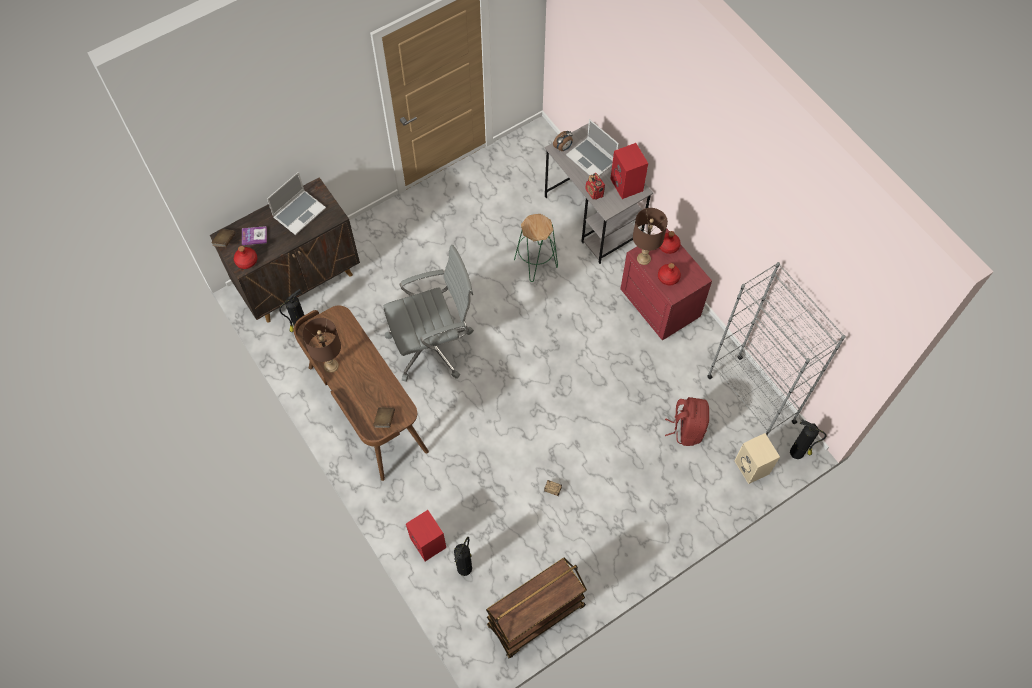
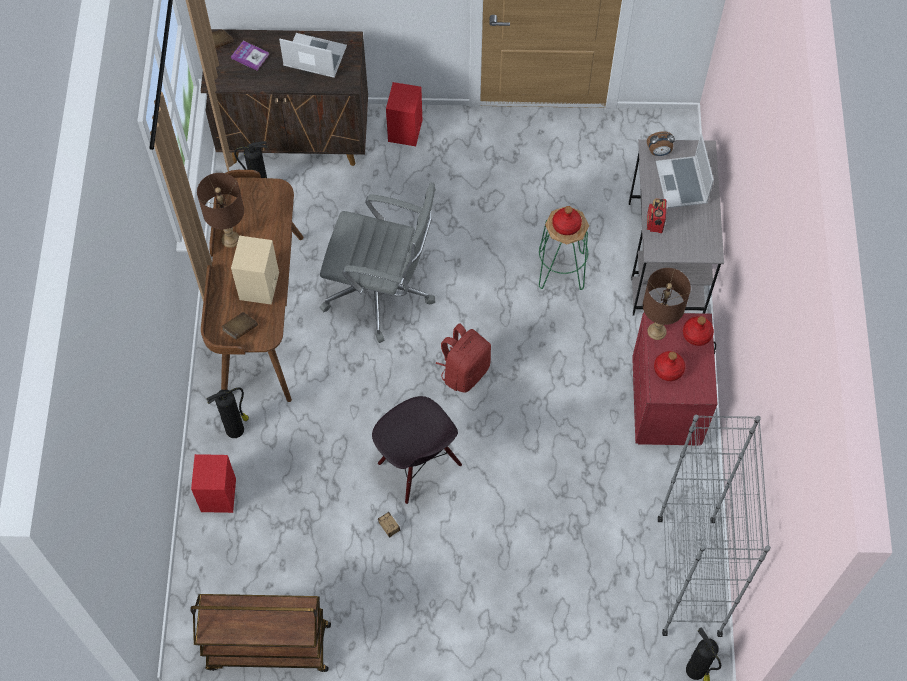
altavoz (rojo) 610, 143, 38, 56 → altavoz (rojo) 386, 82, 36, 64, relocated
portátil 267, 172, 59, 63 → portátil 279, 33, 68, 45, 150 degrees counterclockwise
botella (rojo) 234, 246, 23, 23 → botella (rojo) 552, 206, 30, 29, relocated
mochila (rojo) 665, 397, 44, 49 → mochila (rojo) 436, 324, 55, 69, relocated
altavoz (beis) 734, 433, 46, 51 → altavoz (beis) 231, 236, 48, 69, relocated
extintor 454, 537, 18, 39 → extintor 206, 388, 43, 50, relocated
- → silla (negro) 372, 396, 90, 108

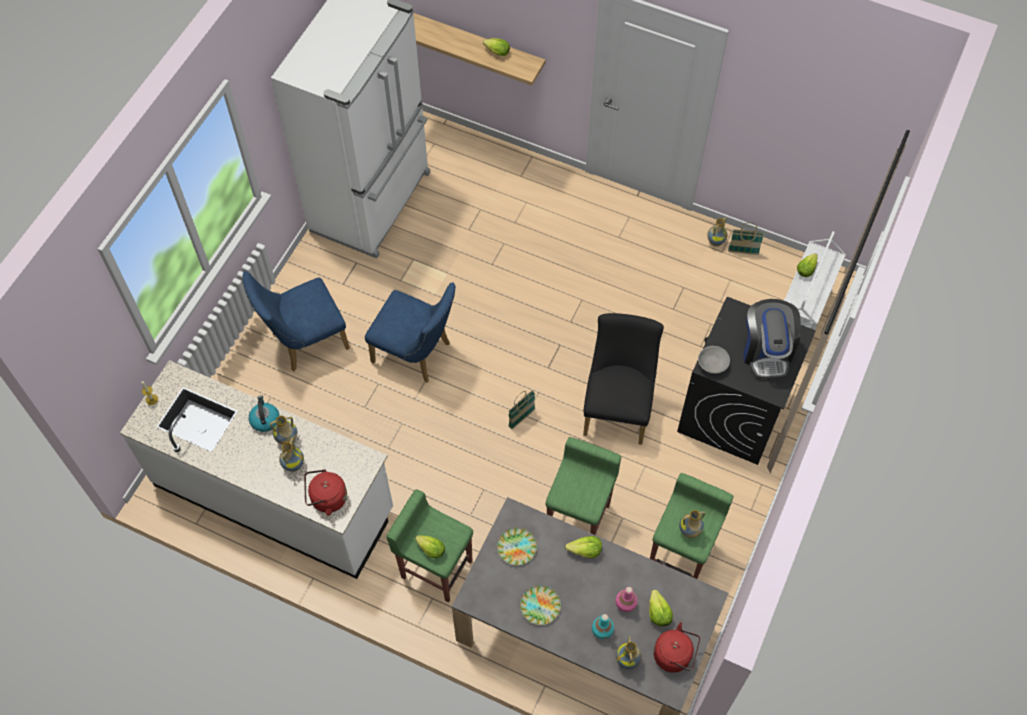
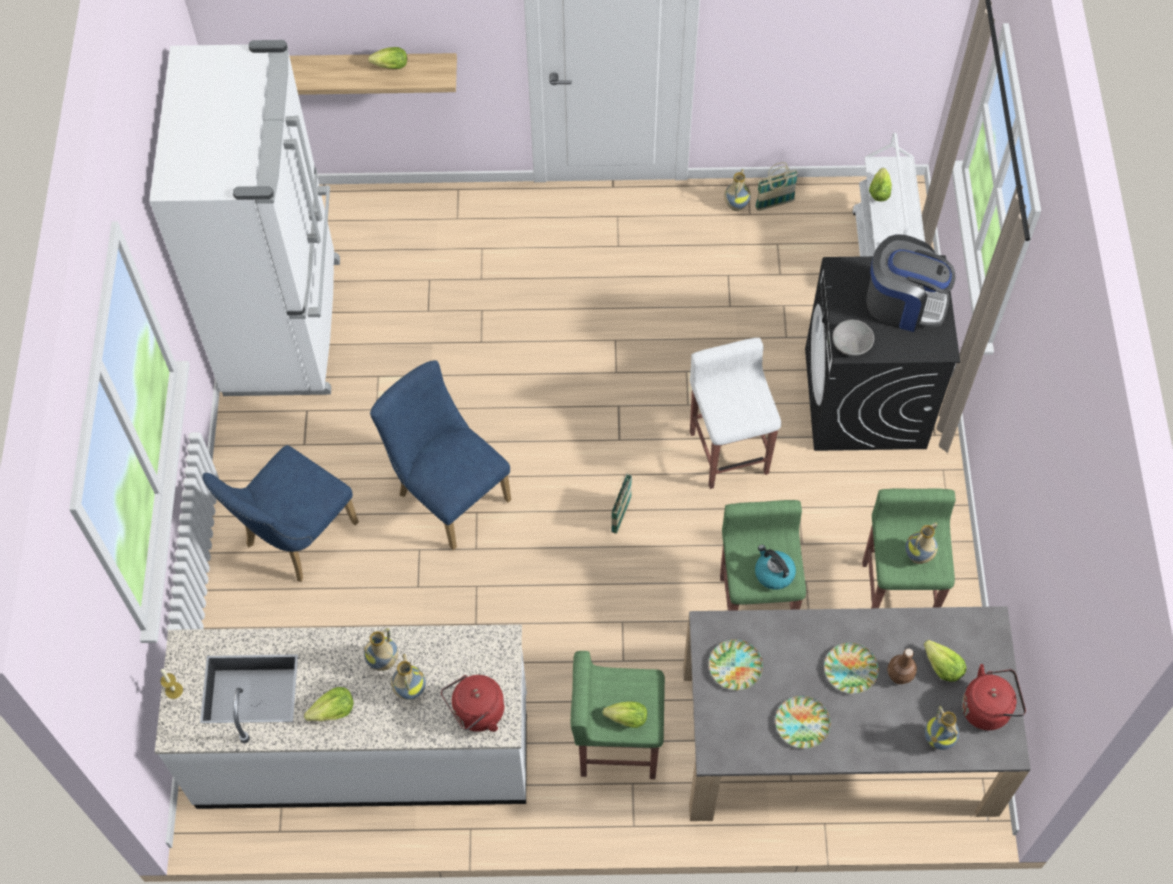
silla (azul) 365, 282, 91, 101 → silla (azul) 370, 360, 141, 190, 135 degrees counterclockwise
cafetera 743, 299, 58, 80 → cafetera 866, 234, 89, 98, 45 degrees counterclockwise
silla (negro) 583, 313, 81, 132 → taburete (blanco) 690, 338, 91, 151
hervidor 249, 395, 30, 37 → hervidor 755, 545, 41, 45, relocated
lechuga 565, 536, 37, 22 → lechuga 304, 687, 50, 34, relocated
botella (rosa) 616, 587, 21, 25 → botella (marrón) 887, 648, 30, 36
botella (turquesa) 592, 614, 22, 25 → -
- → plato 824, 643, 55, 51

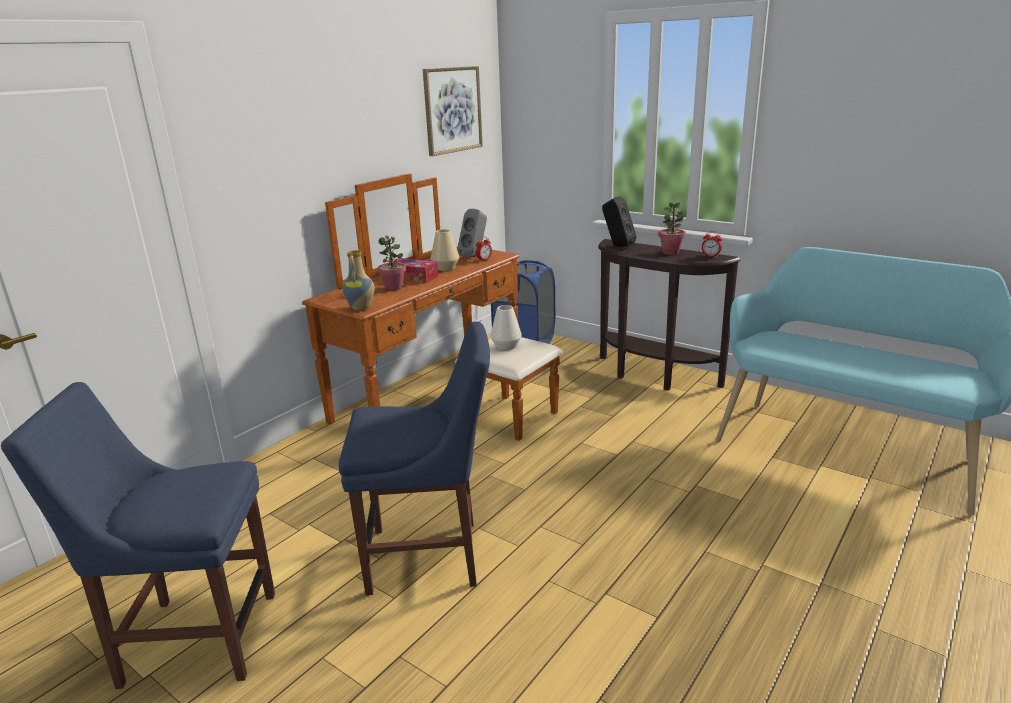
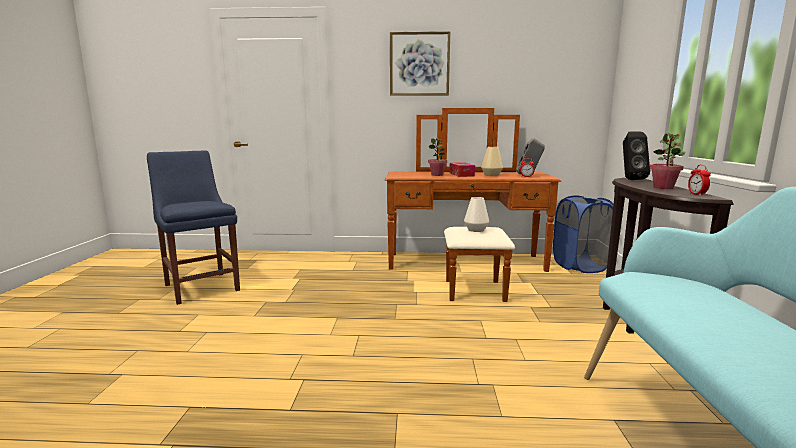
cuadro 423, 66, 60, 90 → cuadro 390, 31, 60, 65, relocated
florero 342, 250, 33, 60 → -
silla (azul) 339, 321, 151, 274 → -

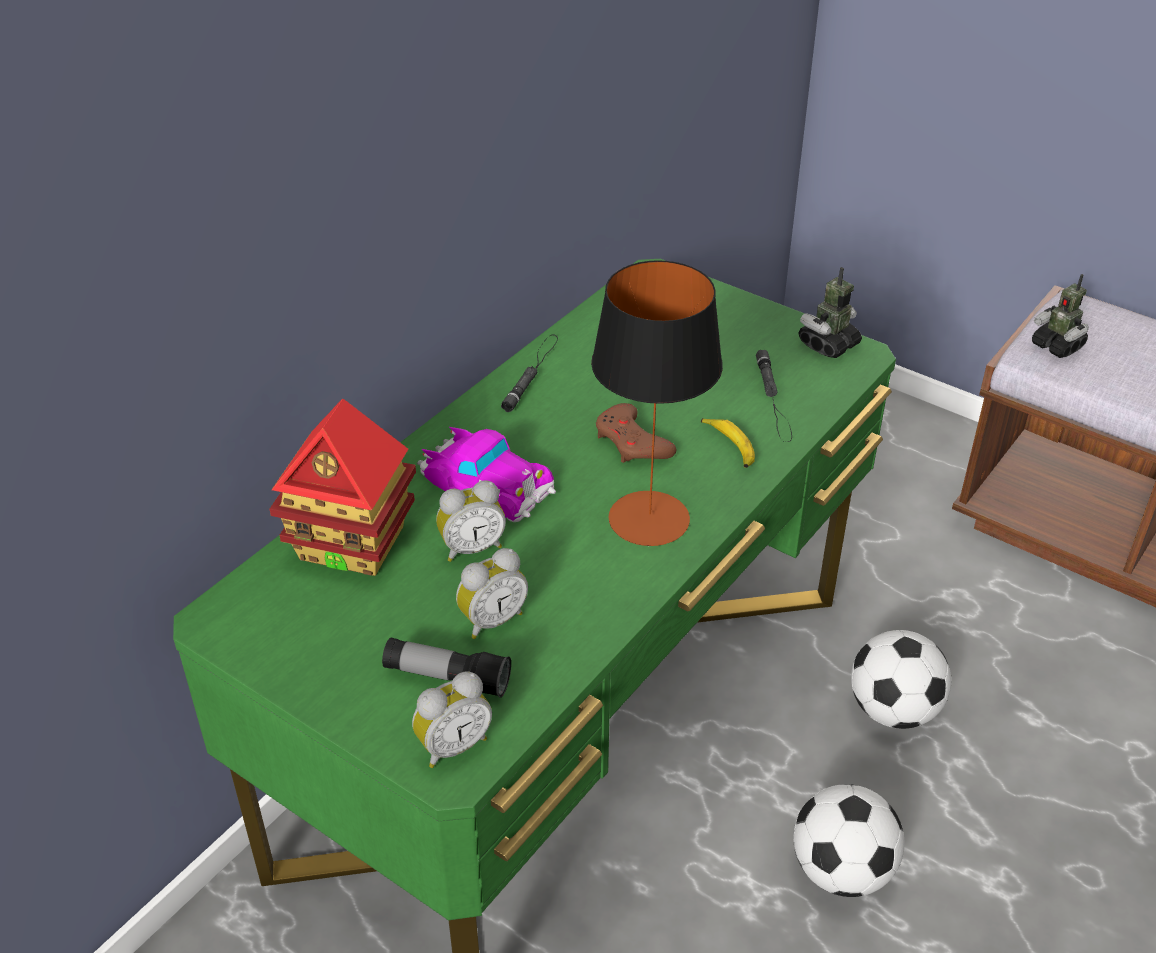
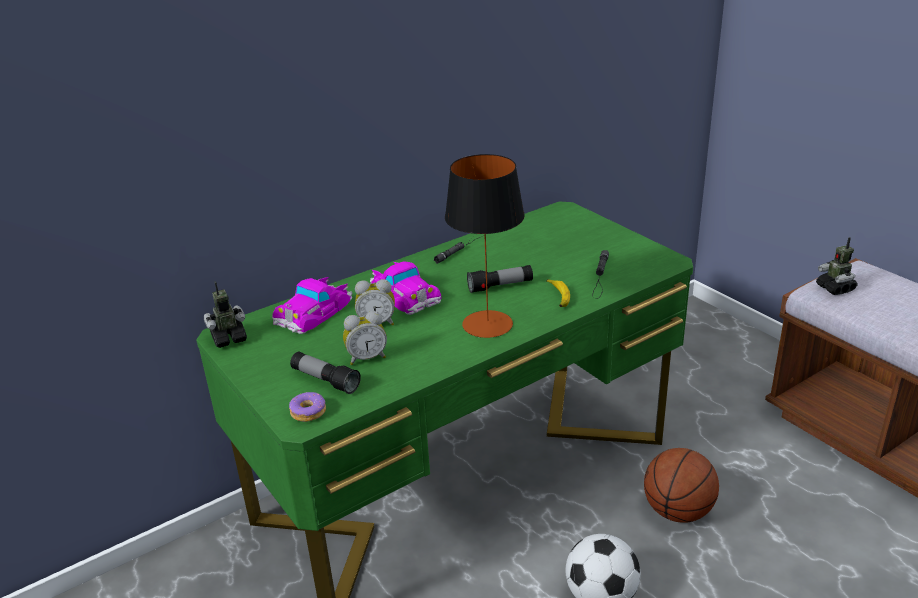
robot de juguete 799, 267, 63, 91 → robot de juguete 204, 281, 43, 67, relocated
casita 270, 399, 146, 177 → coche de juguete 272, 277, 80, 57
mando de consola (marrón) 596, 403, 80, 60 → linterna 467, 265, 66, 28
balón de fútbol 851, 630, 100, 99 → balón de baloncesto 644, 448, 75, 75
despertador 412, 671, 80, 97 → rosquilla 289, 392, 37, 30

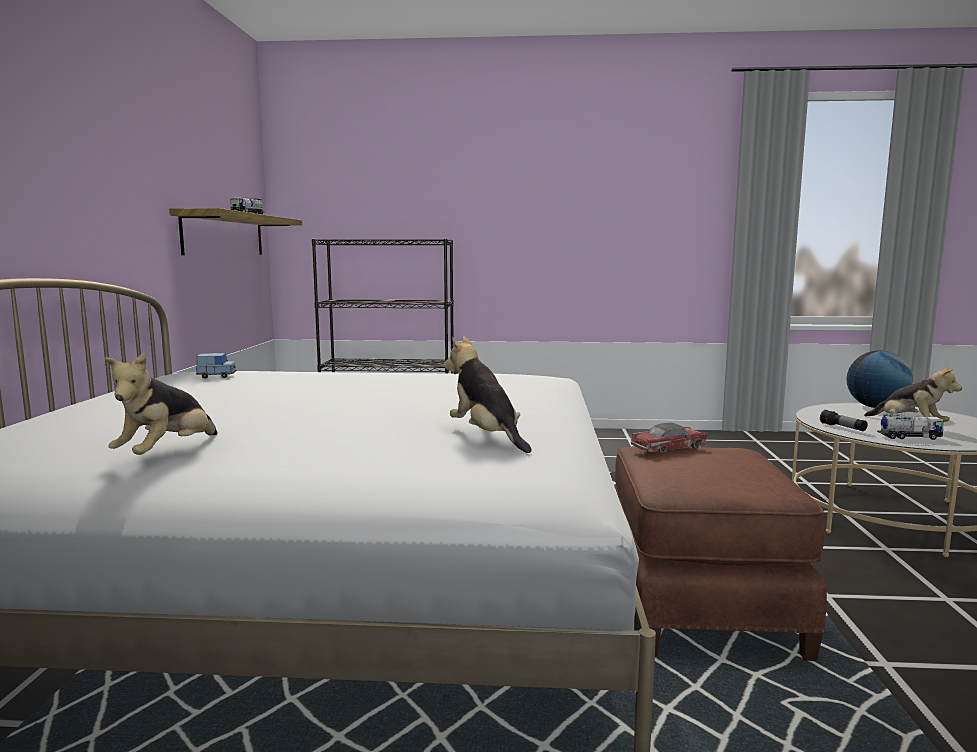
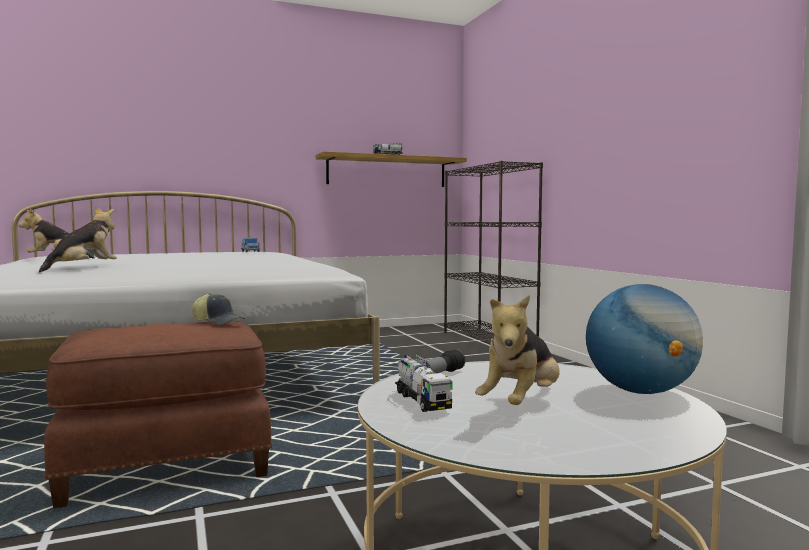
coche de juguete 631, 422, 77, 31 → gorra 192, 293, 53, 32

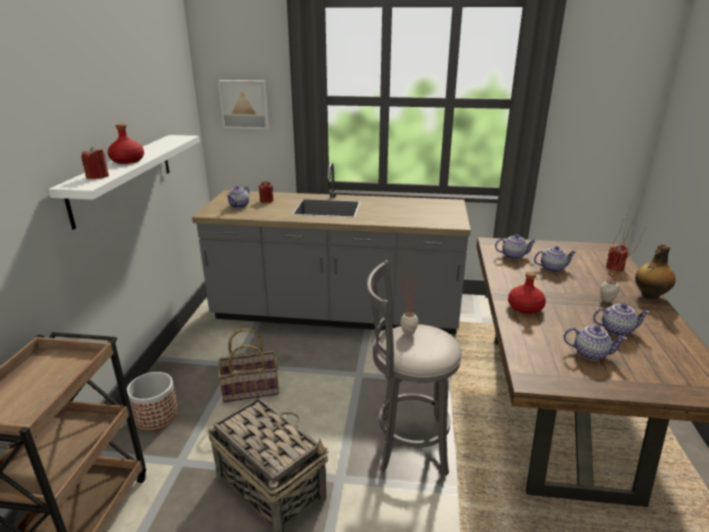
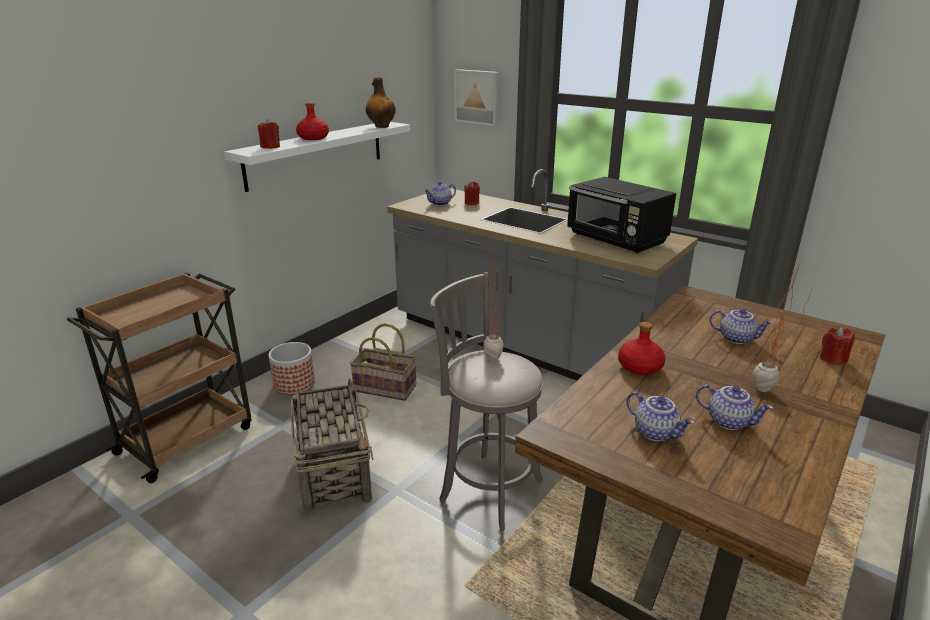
tetera 495, 234, 41, 26 → -
botella 635, 244, 41, 55 → botella 366, 77, 30, 51, relocated
- → microondas (negro) 567, 177, 109, 76

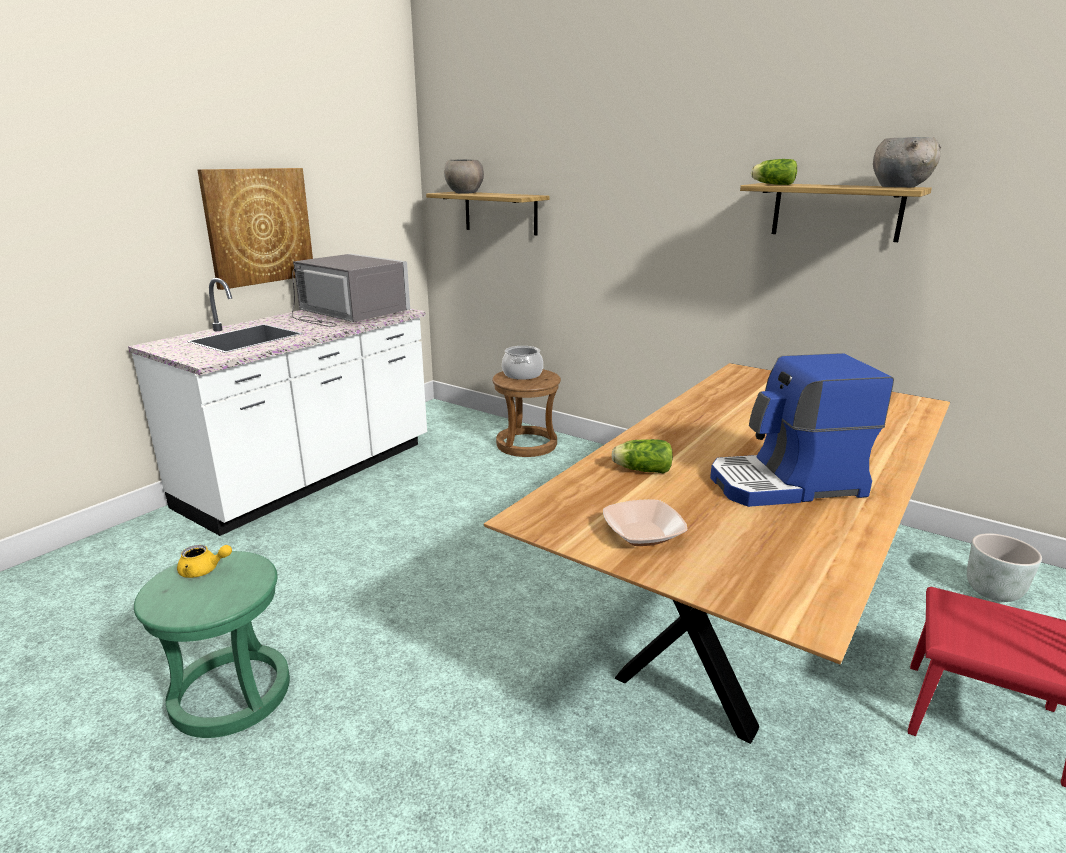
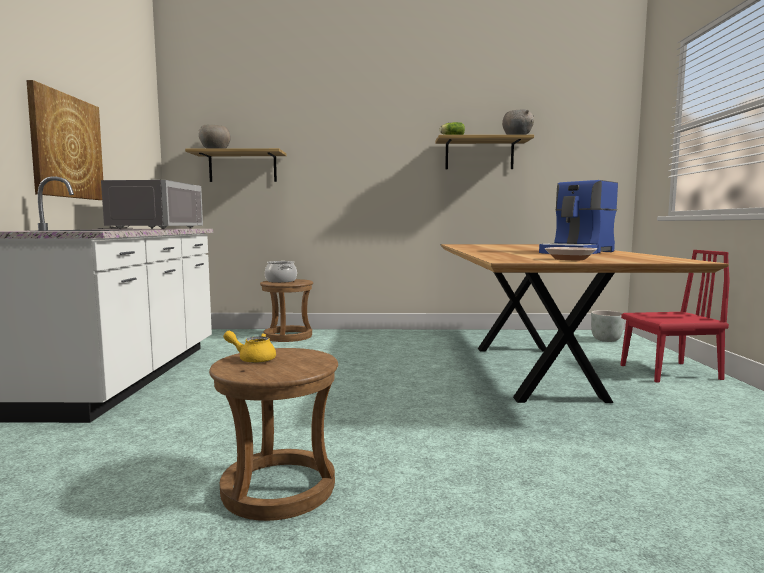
microondas (gris) 292, 254, 118, 73 → microondas (gris) 97, 180, 106, 49, 90 degrees clockwise
lechuga 611, 439, 62, 34 → -
tetera (amarillo) 177, 545, 55, 33 → tetera (amarillo) 223, 331, 53, 32, 135 degrees counterclockwise
taburete (verde) 134, 551, 156, 187 → taburete (marrón) 209, 348, 129, 173

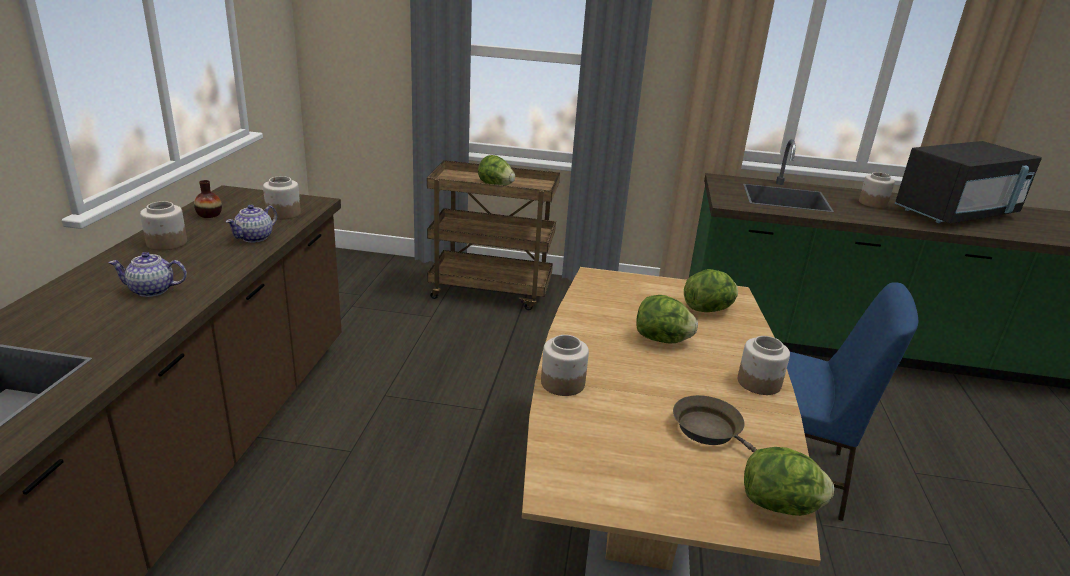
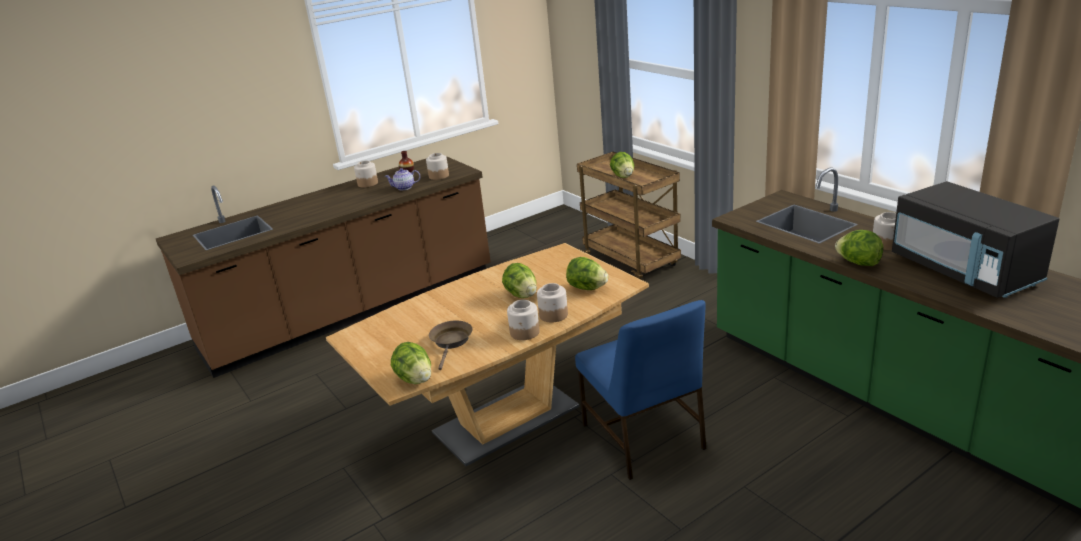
microondas (negro) 895, 141, 147, 83 → microondas (negro) 892, 181, 167, 117, 45 degrees clockwise
tetera 109, 252, 78, 45 → -
tarro 541, 335, 48, 61 → tarro 537, 283, 31, 40, relocated
- → lechuga 835, 230, 48, 36

